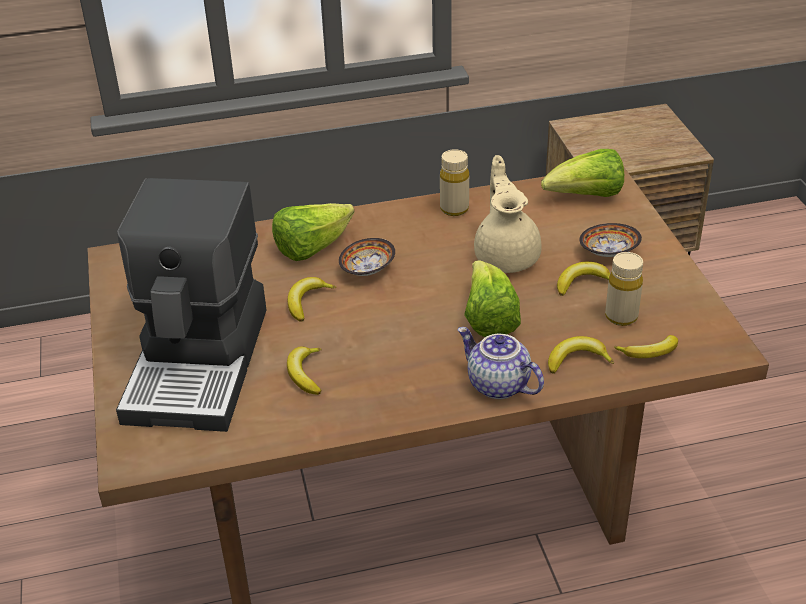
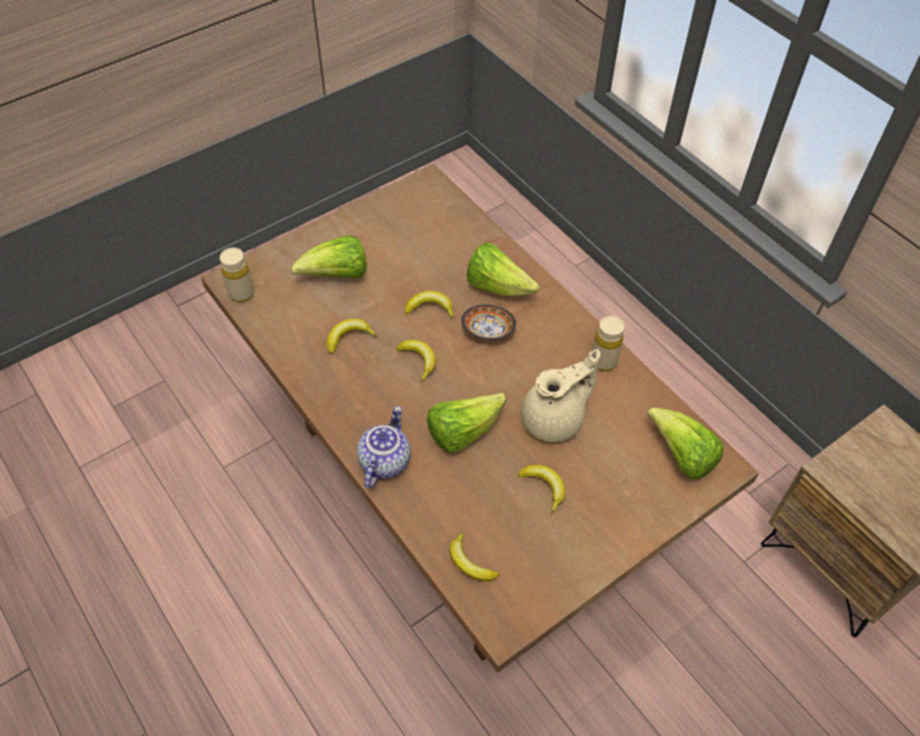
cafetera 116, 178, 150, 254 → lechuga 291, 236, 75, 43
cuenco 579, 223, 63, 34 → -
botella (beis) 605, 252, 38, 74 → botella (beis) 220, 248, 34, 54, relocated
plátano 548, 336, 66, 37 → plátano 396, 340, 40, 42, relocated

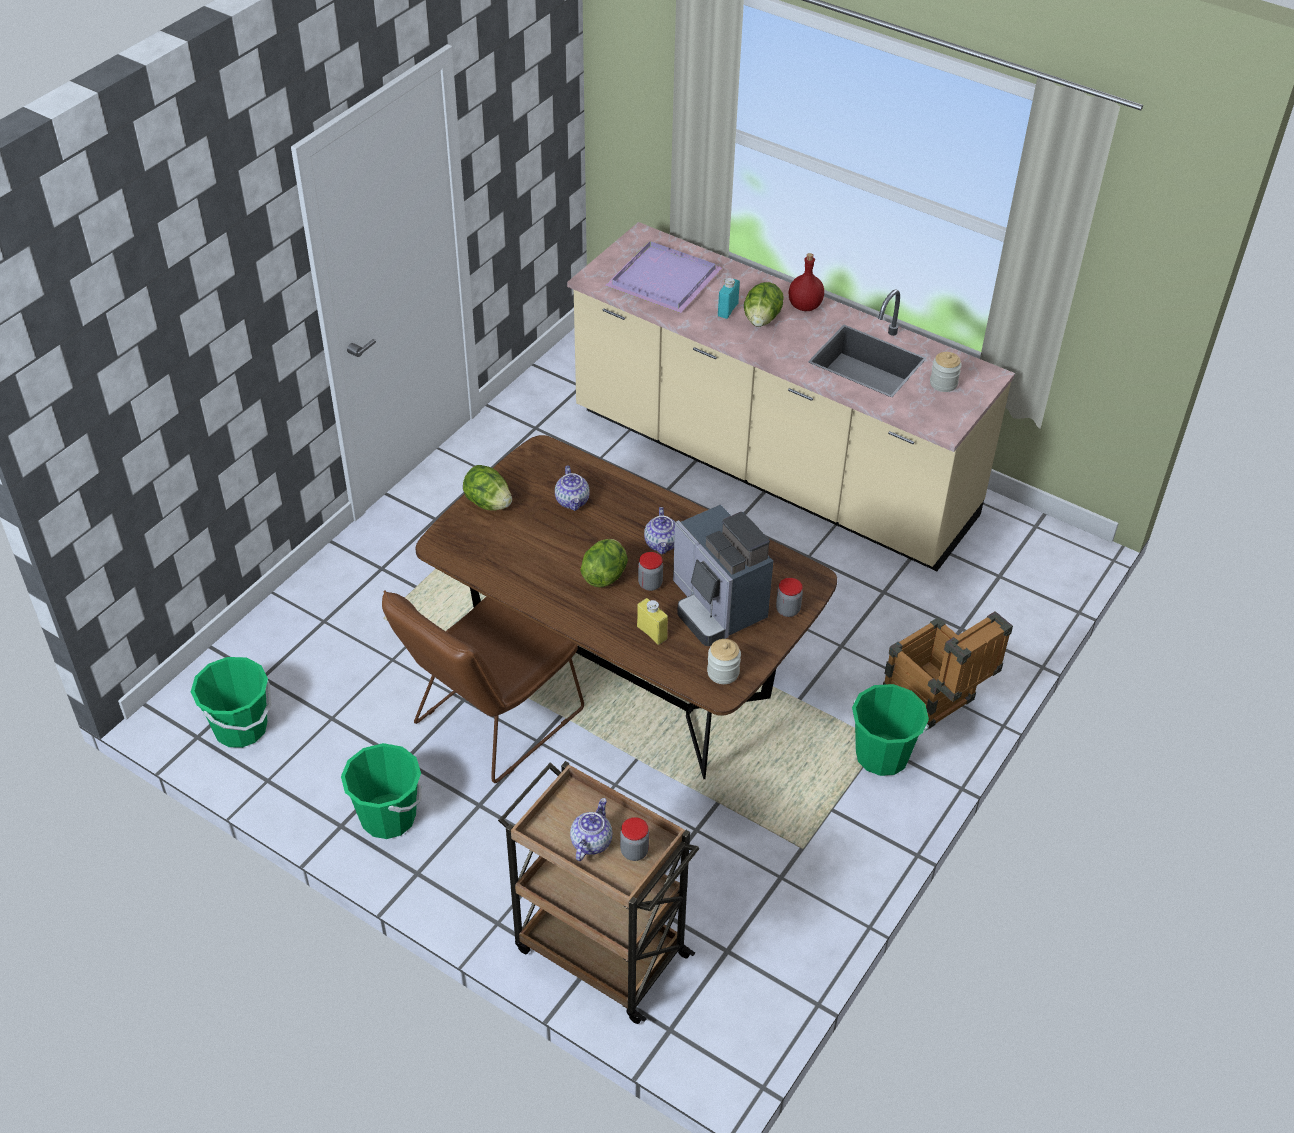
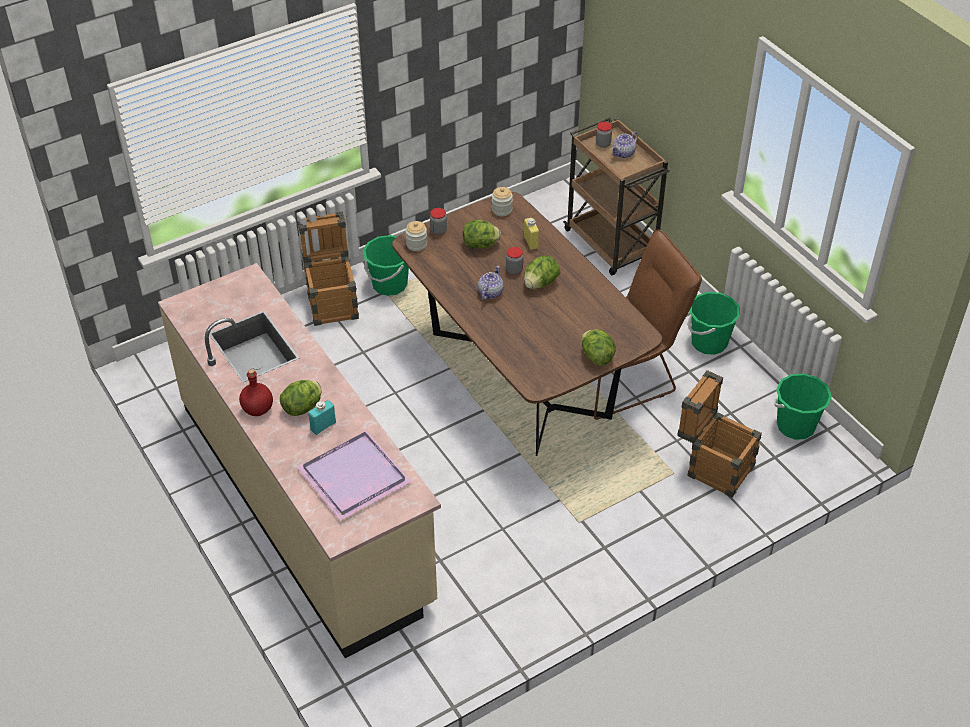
tarro 930, 352, 32, 40 → tarro 405, 221, 22, 30, relocated
tetera 555, 465, 35, 46 → -
cafetera 673, 504, 100, 142 → lechuga 463, 220, 38, 28
- → caja de embalaje 677, 370, 85, 128

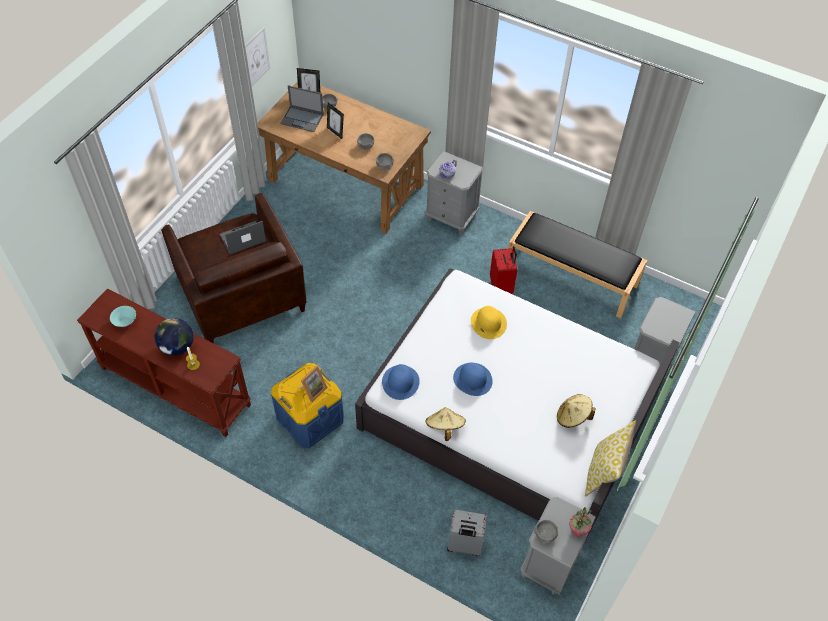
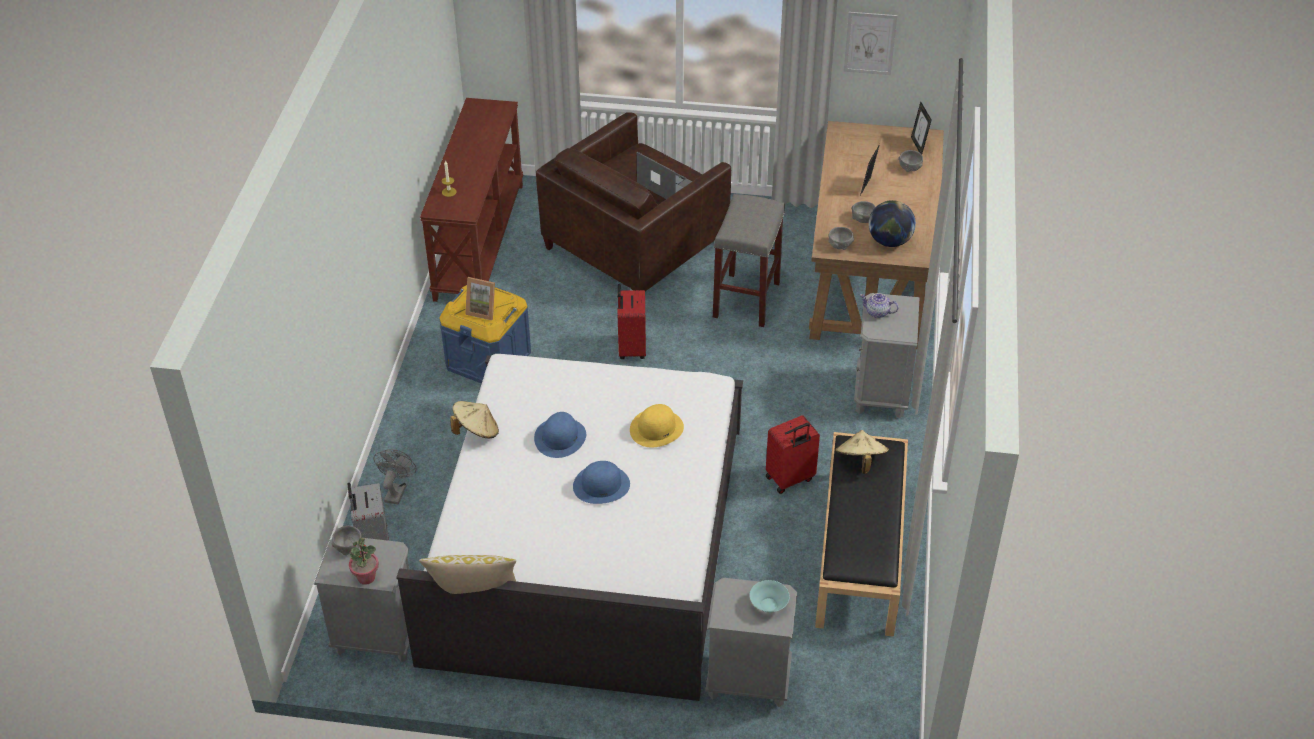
portátil 280, 85, 44, 47 → -
cuenco (turquesa) 110, 306, 26, 21 → cuenco (turquesa) 750, 580, 40, 32, relocated
globo terráqueo 155, 318, 39, 38 → globo terráqueo 869, 200, 47, 47, relocated
sombrero (azul) 382, 364, 38, 36 → sombrero (azul) 573, 461, 57, 43, relocated
sombrero (beis) 557, 394, 39, 34 → sombrero (beis) 835, 430, 54, 44, relocated
- → taburete (gris) 713, 194, 72, 133
- → maleta (rojo) 617, 284, 29, 75
- → ventilador (gris) 373, 449, 43, 55

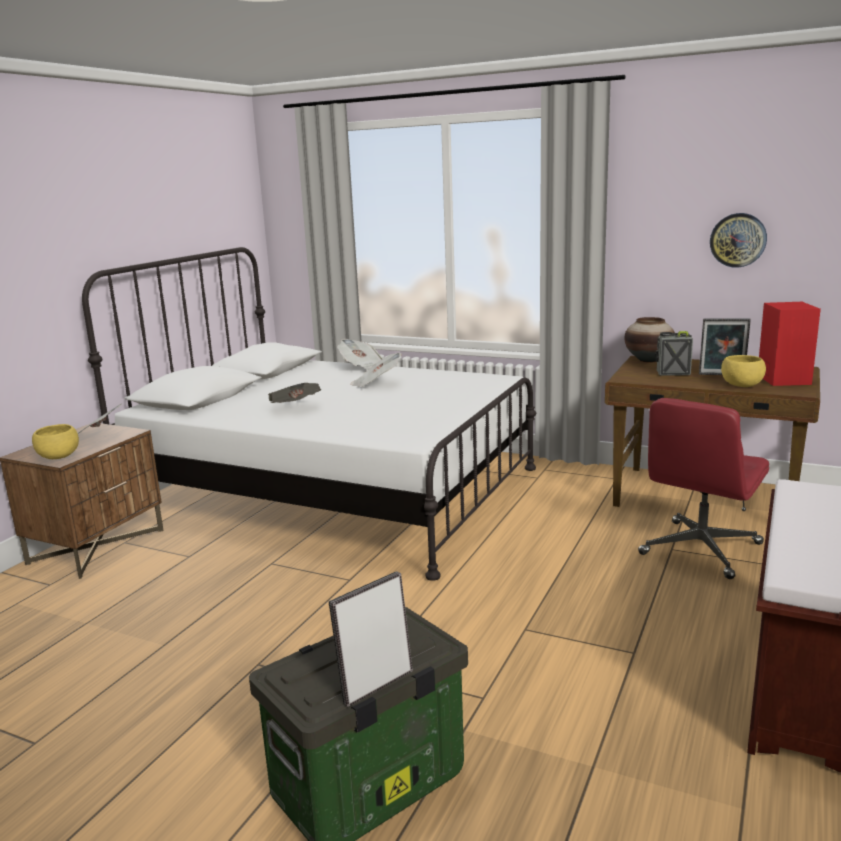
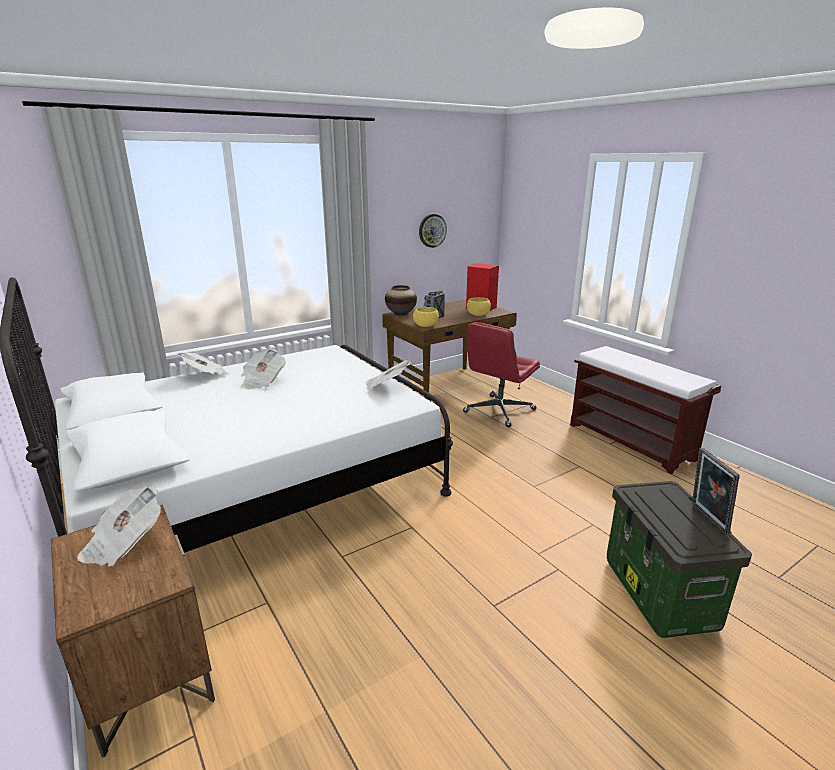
portarretratos 699, 318, 52, 57 → -
periódico 268, 383, 53, 20 → periódico 366, 360, 45, 29, relocated
silla de oficina (rojo) 638, 398, 131, 181 → silla de oficina (rojo) 463, 322, 77, 105, 60 degrees clockwise
cuenco (amarillo) 32, 424, 47, 35 → cuenco (amarillo) 413, 307, 26, 20, relocated

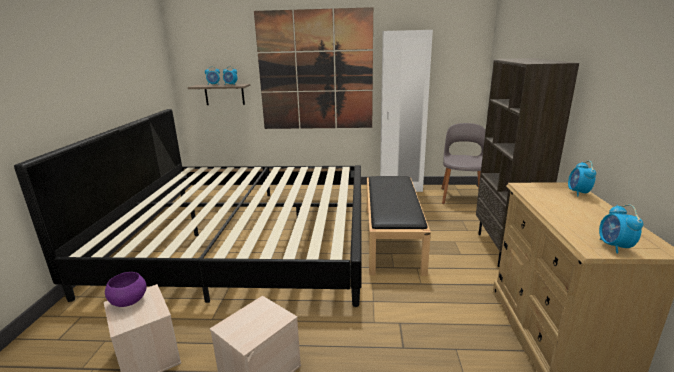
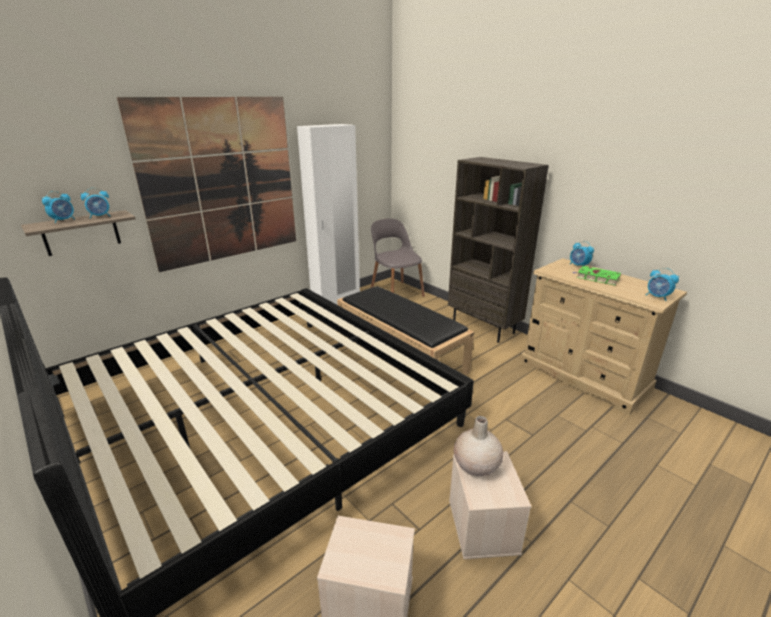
cuenco (morado) 105, 272, 42, 35 → -
- → libro (verde) 573, 266, 48, 19
- → florero (beis) 454, 416, 49, 60

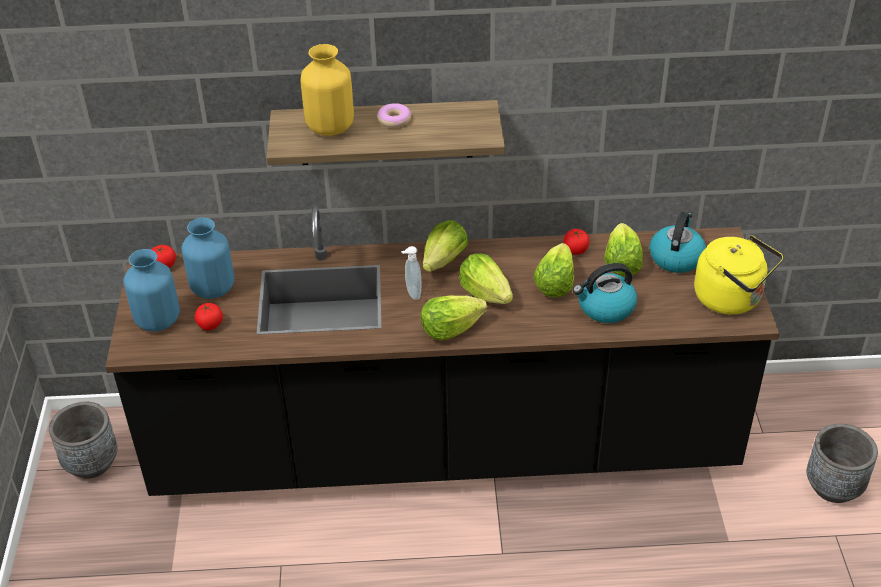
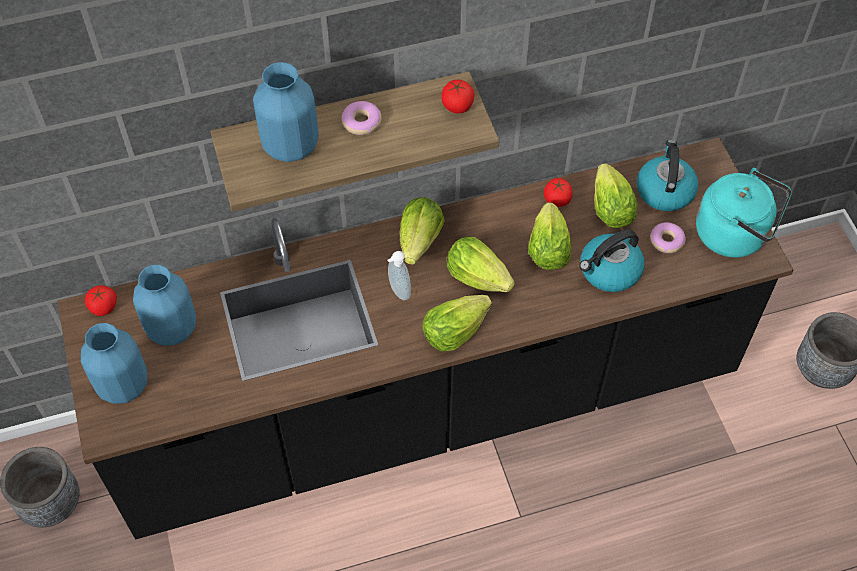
florero (amarillo) 301, 44, 53, 92 → florero (azul) 253, 62, 66, 100
hervidor (amarillo) 694, 235, 89, 80 → hervidor (turquesa) 696, 168, 96, 89
tomate 195, 303, 28, 27 → tomate 441, 80, 34, 34, relocated
- → rosquilla 650, 222, 36, 31

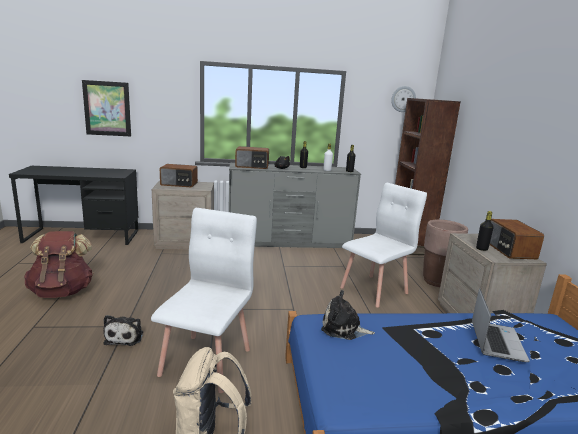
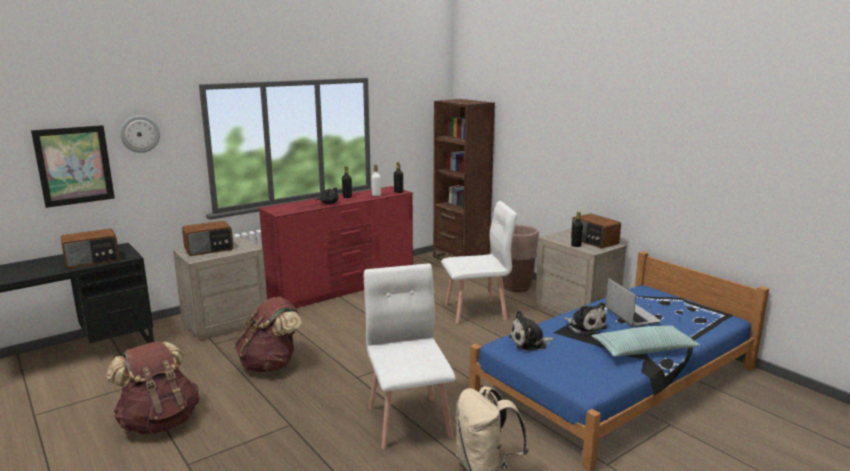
reloj de pared 391, 86, 25, 26 → reloj de pared 120, 115, 40, 38, relocated
radio 235, 146, 34, 23 → radio 61, 229, 59, 40, relocated
cómoda (gris) 229, 163, 132, 85 → cómoda (rojo) 259, 186, 154, 122
silla (blanco) 340, 183, 87, 125 → silla (blanco) 441, 201, 76, 123, 60 degrees clockwise
peluche 103, 315, 40, 31 → peluche 564, 302, 43, 33, relocated
- → mochila (marrón) 235, 297, 66, 75
- → cojín 591, 326, 109, 31

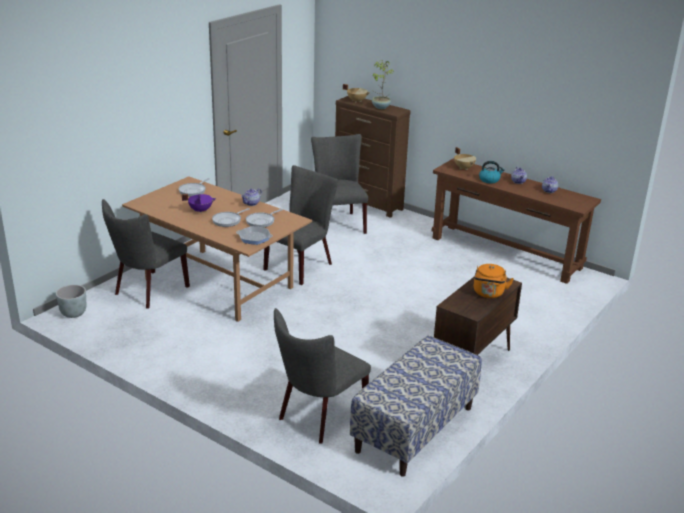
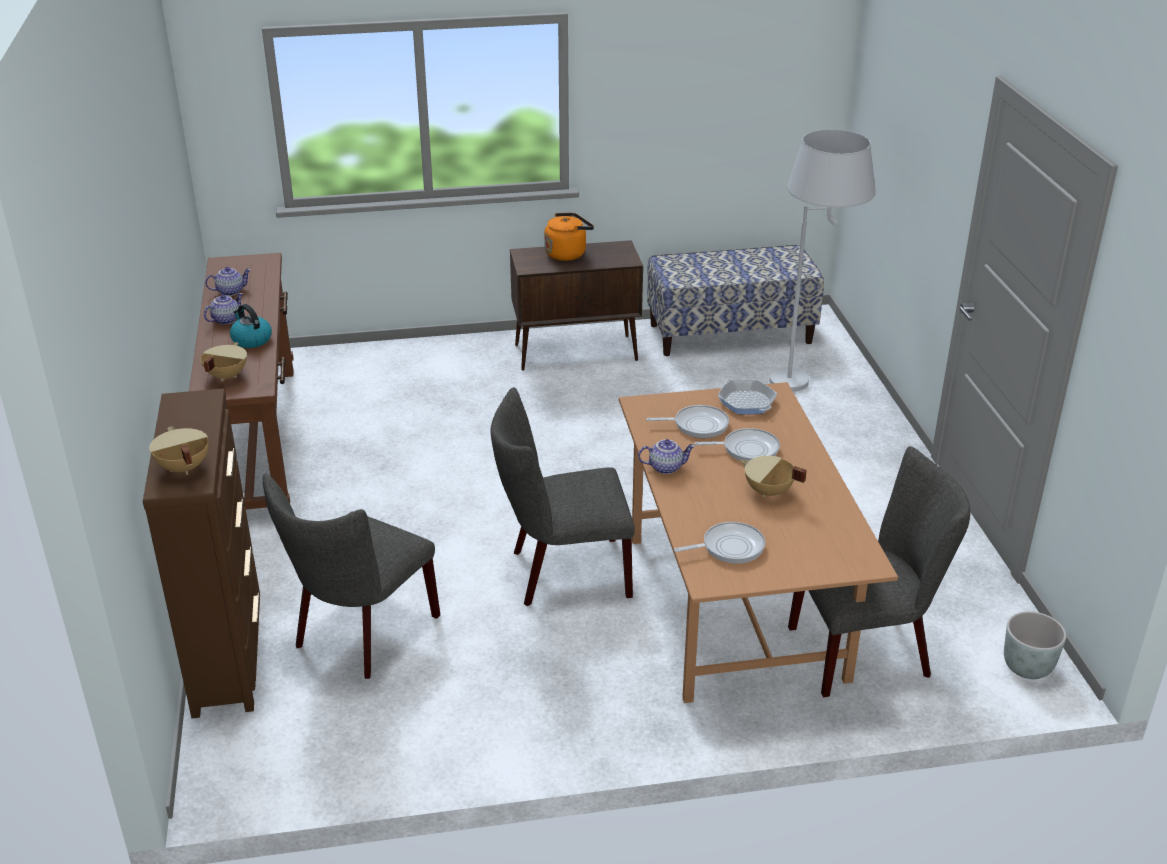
planta en maceta 371, 60, 23, 49 → -
olla (morado) 182, 194, 34, 19 → olla (beis) 741, 456, 66, 42
silla (gris) 274, 308, 97, 136 → lámpara de pie (blanco) 769, 129, 107, 263

